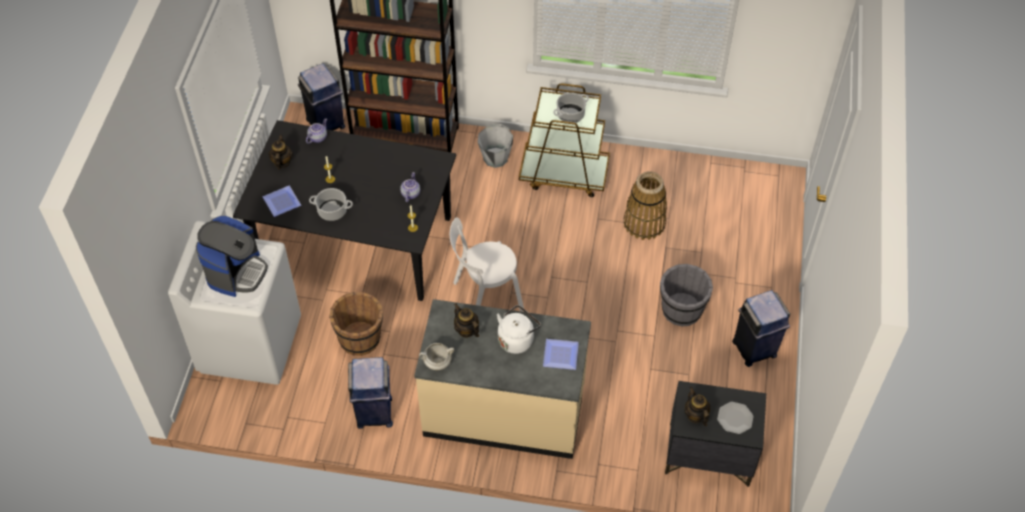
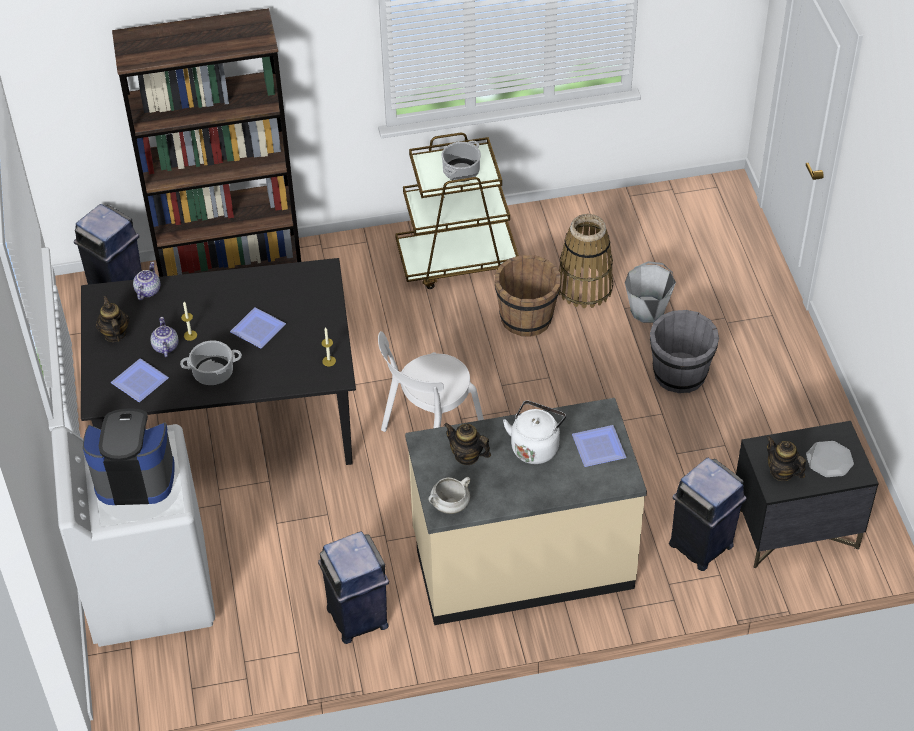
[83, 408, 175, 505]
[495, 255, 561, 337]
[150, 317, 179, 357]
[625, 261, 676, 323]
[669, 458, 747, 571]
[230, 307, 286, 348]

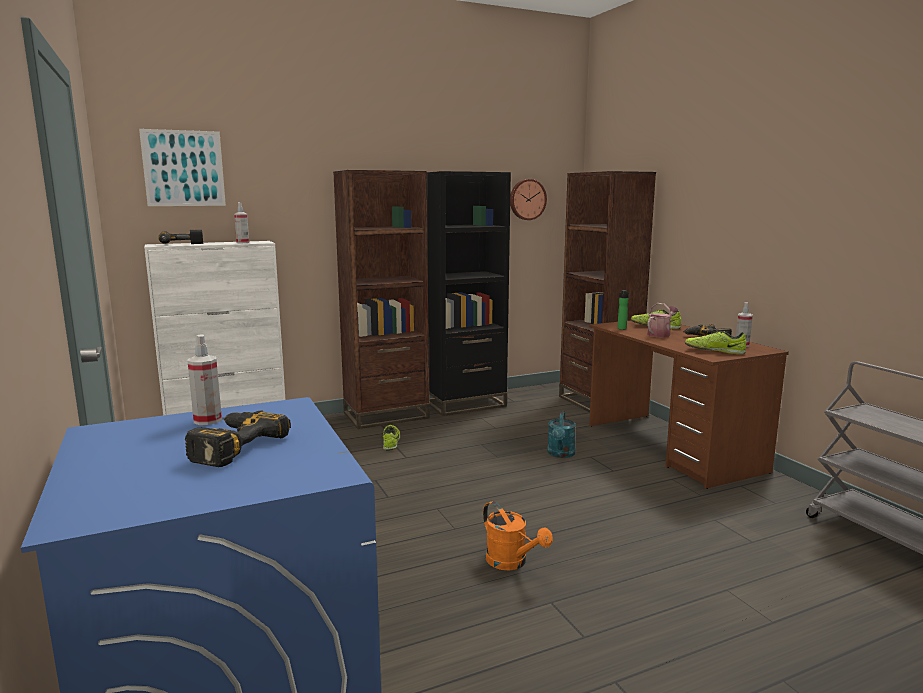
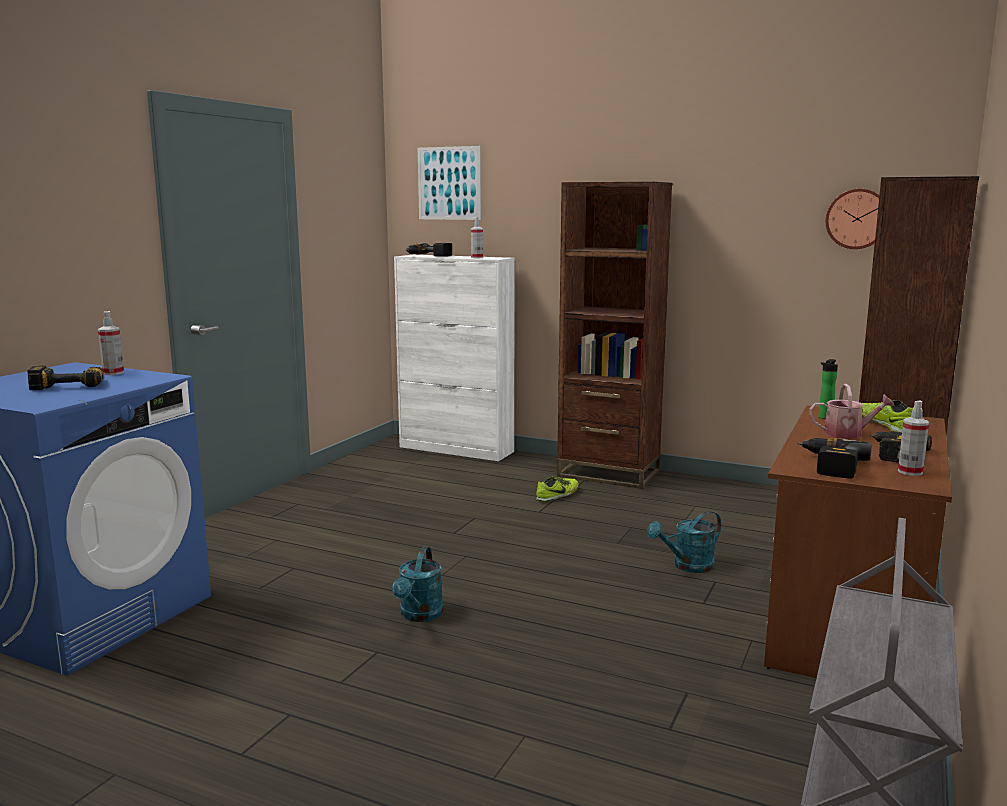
[427, 171, 511, 416] (first image)
[392, 547, 444, 622]
[797, 438, 872, 478]

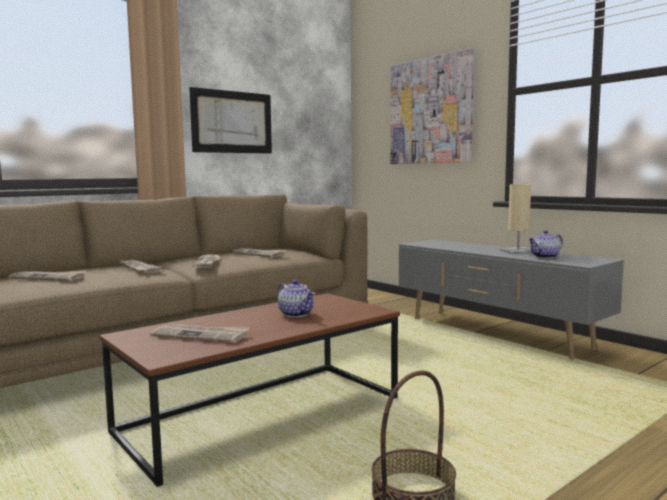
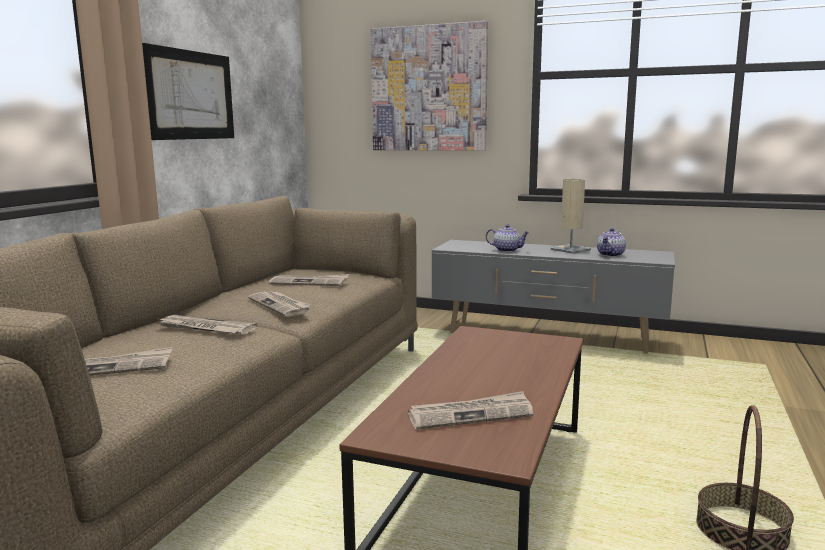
[486, 224, 530, 252]

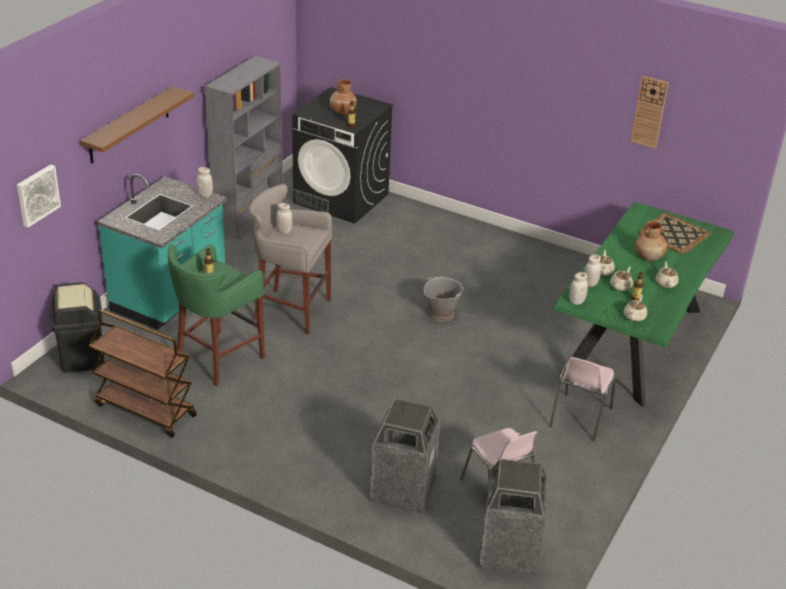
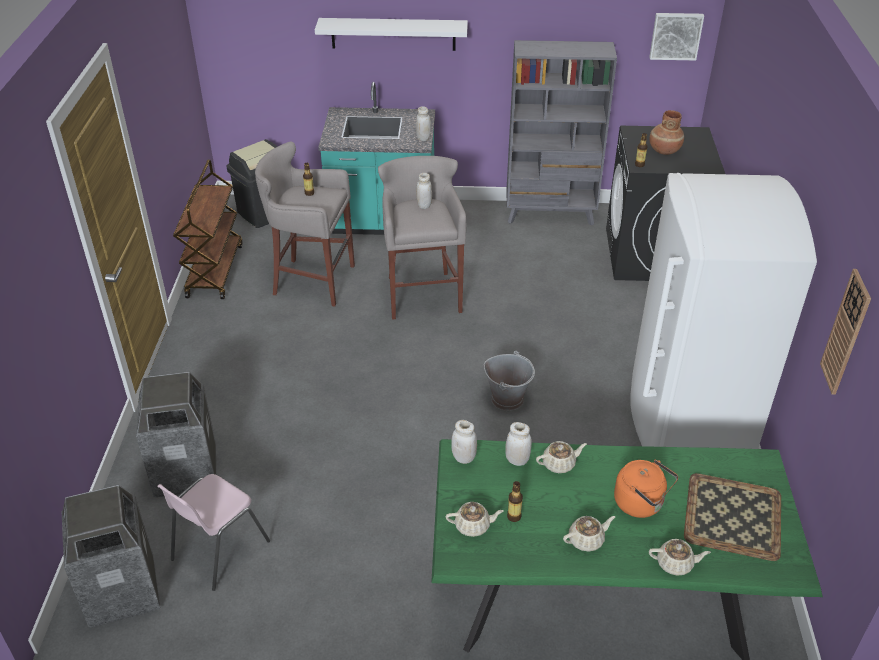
[650, 13, 704, 61]
[315, 18, 468, 51]
[255, 141, 355, 306]
[549, 357, 616, 441] (first image)
[649, 539, 711, 576]
[614, 460, 678, 518]
[631, 173, 817, 449]

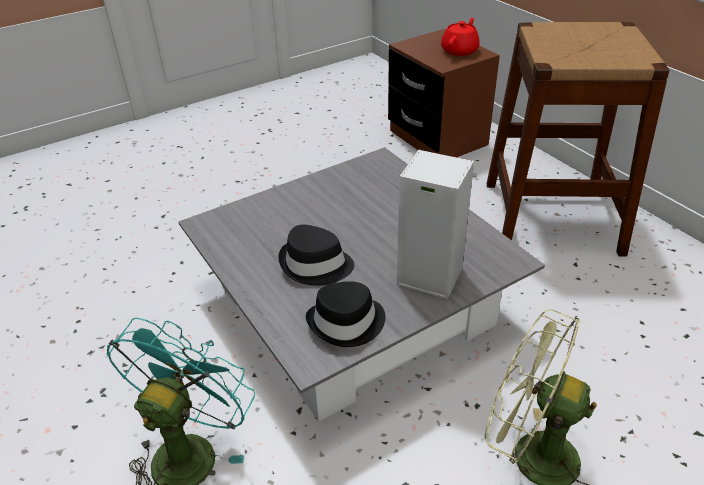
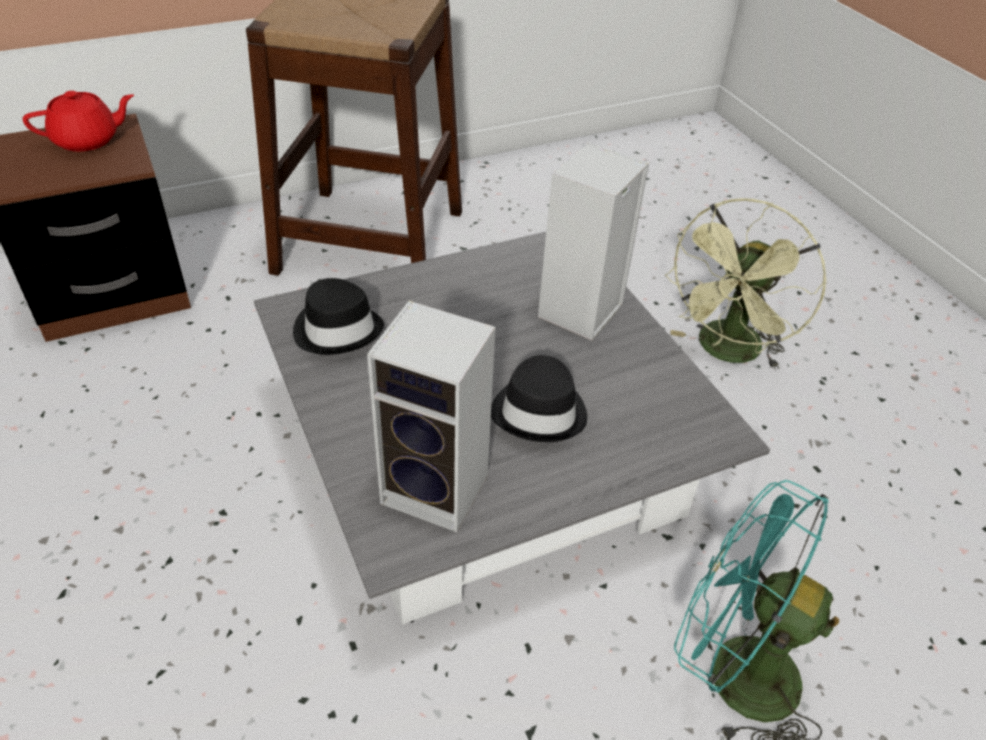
[293, 278, 384, 355]
[23, 91, 134, 152]
[367, 301, 496, 532]

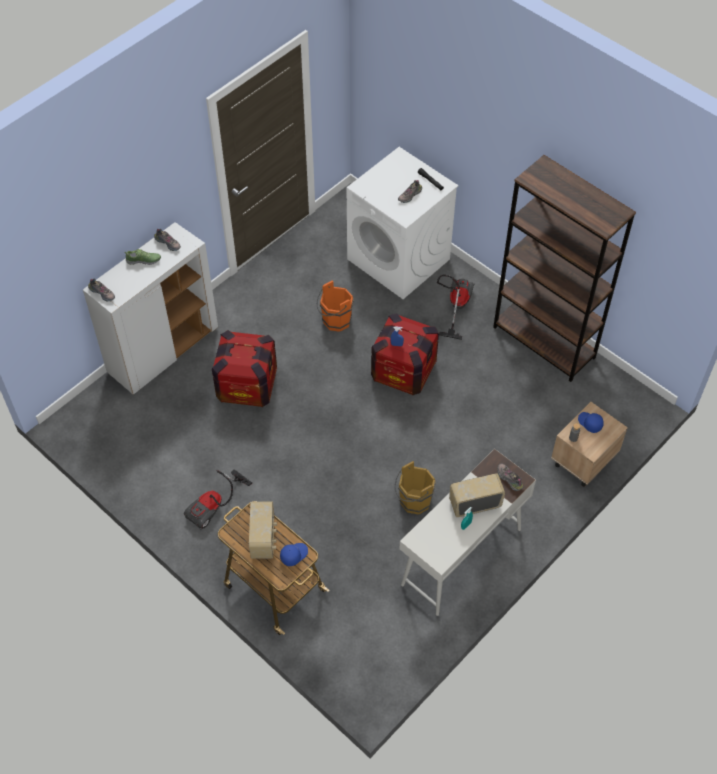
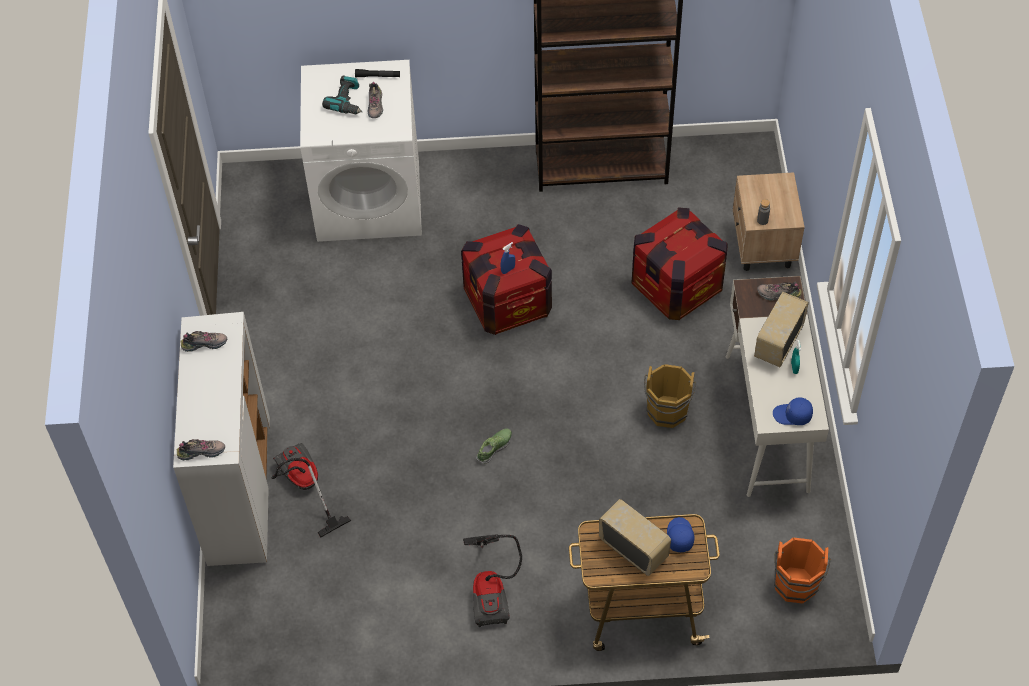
[476, 428, 512, 464]
[631, 207, 728, 320]
[774, 538, 831, 603]
[271, 443, 351, 538]
[773, 397, 813, 425]
[322, 76, 363, 115]

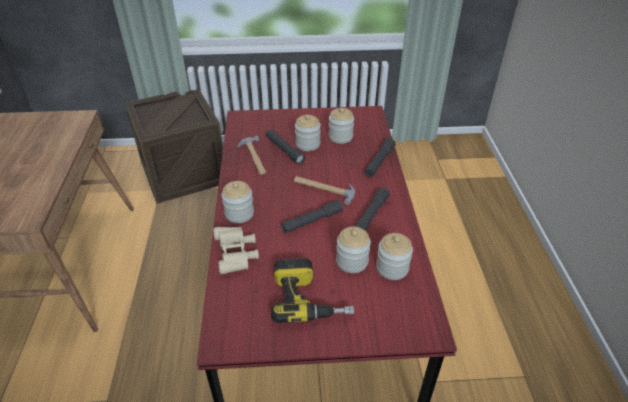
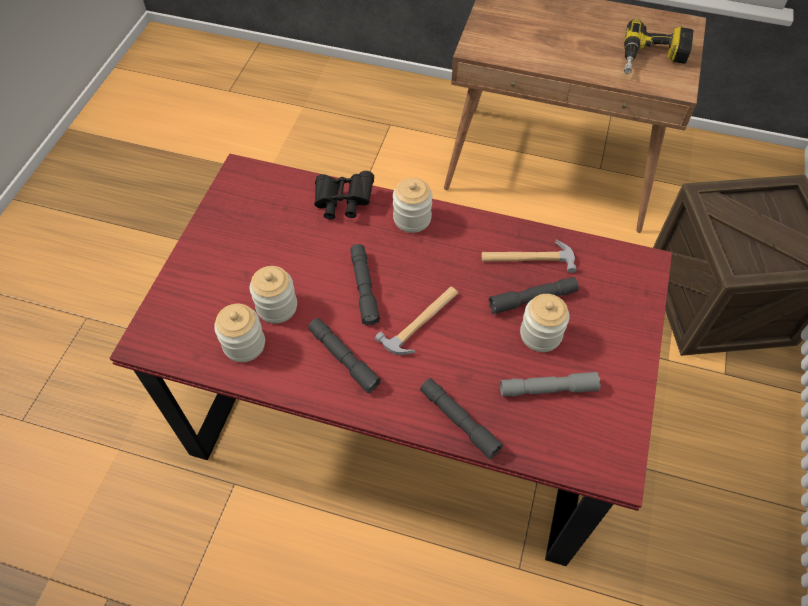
[314, 171, 374, 219]
[624, 19, 694, 74]
[500, 372, 601, 396]

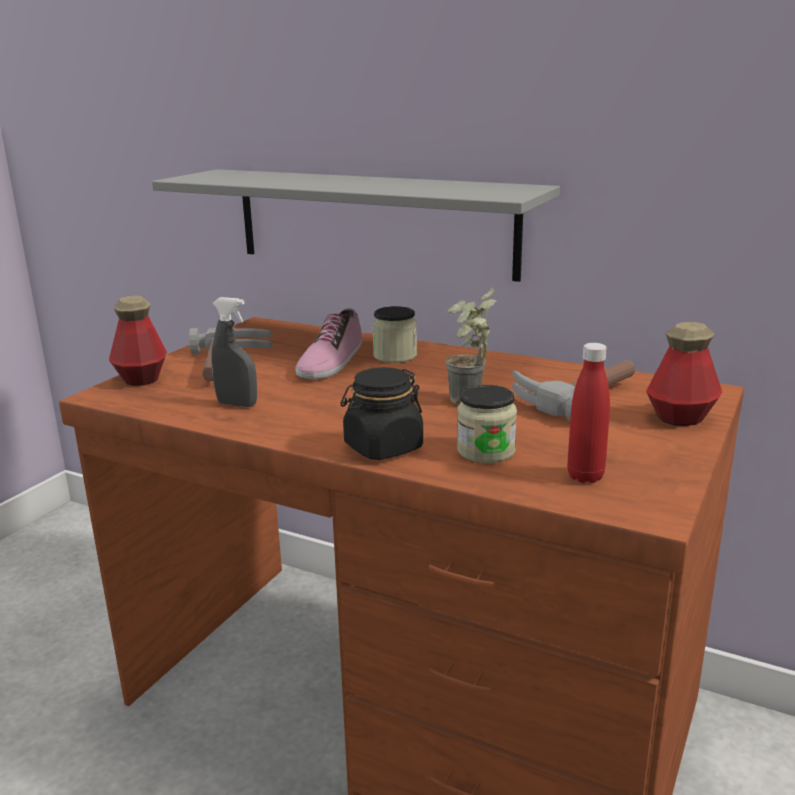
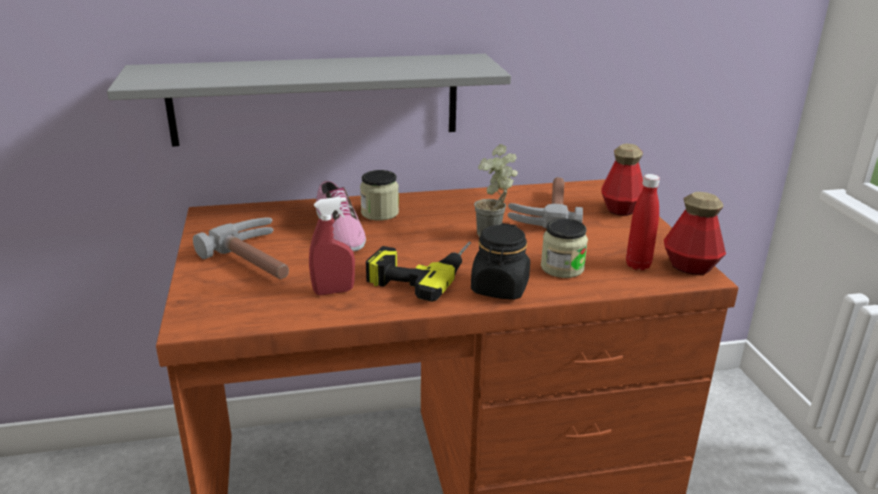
[664, 192, 726, 275]
[309, 197, 355, 295]
[366, 241, 471, 302]

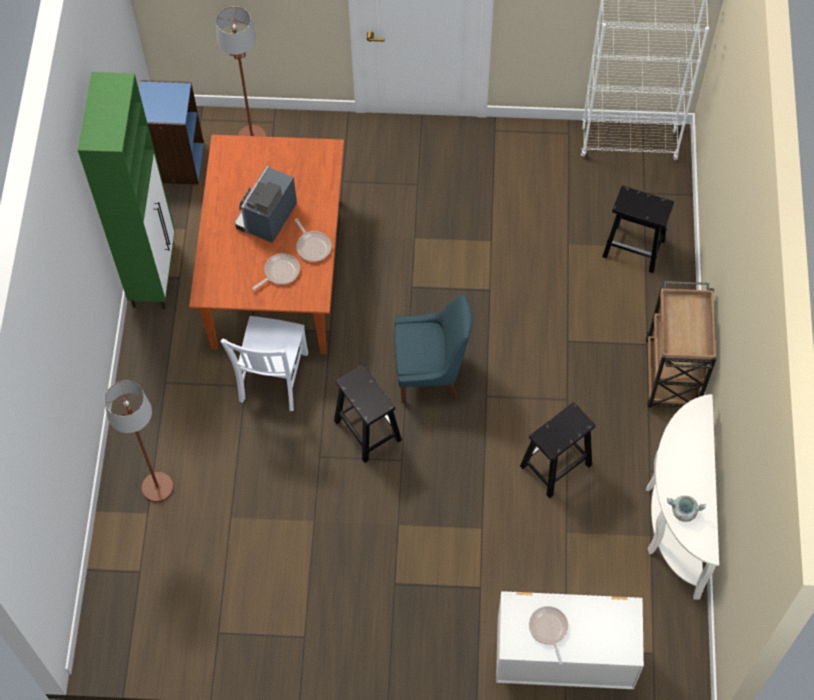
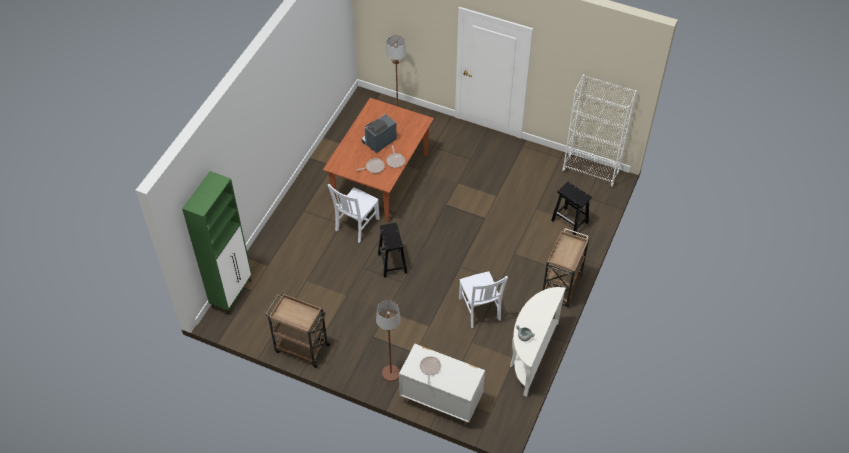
[182, 171, 252, 315]
[376, 300, 401, 382]
[139, 80, 204, 185] (first image)
[394, 294, 473, 403] (first image)
[459, 271, 508, 328]
[265, 293, 331, 368]

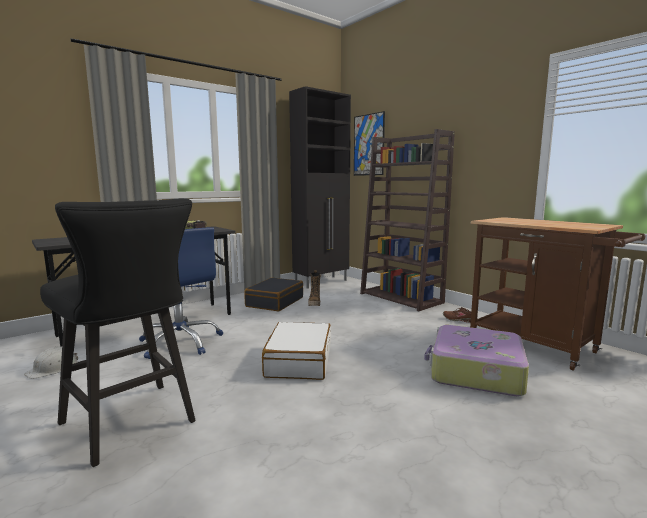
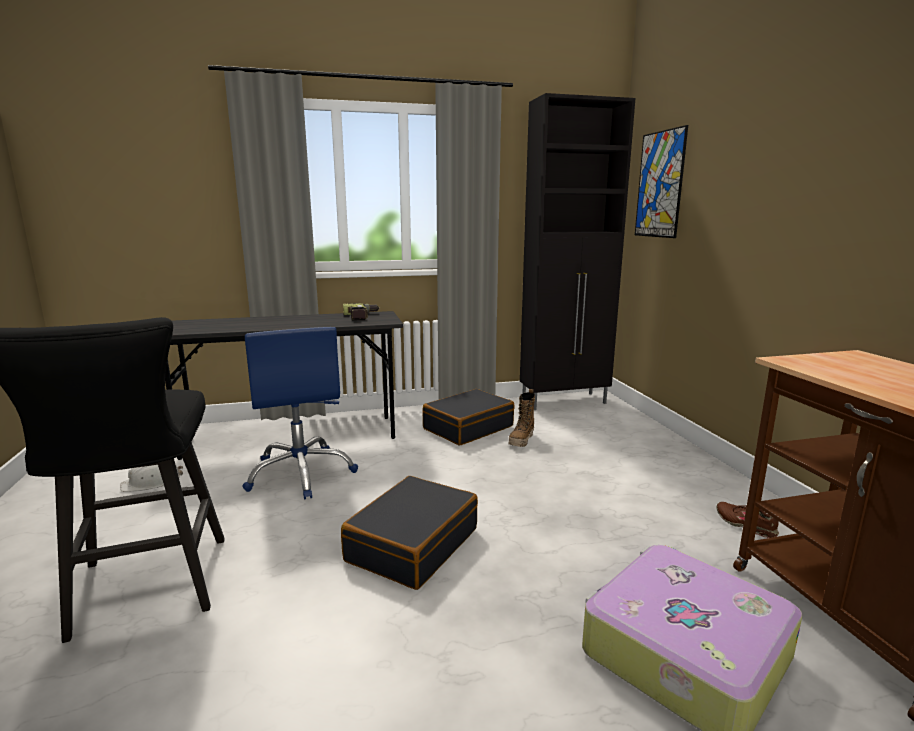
[341, 476, 478, 590]
[360, 129, 455, 311] (first image)

